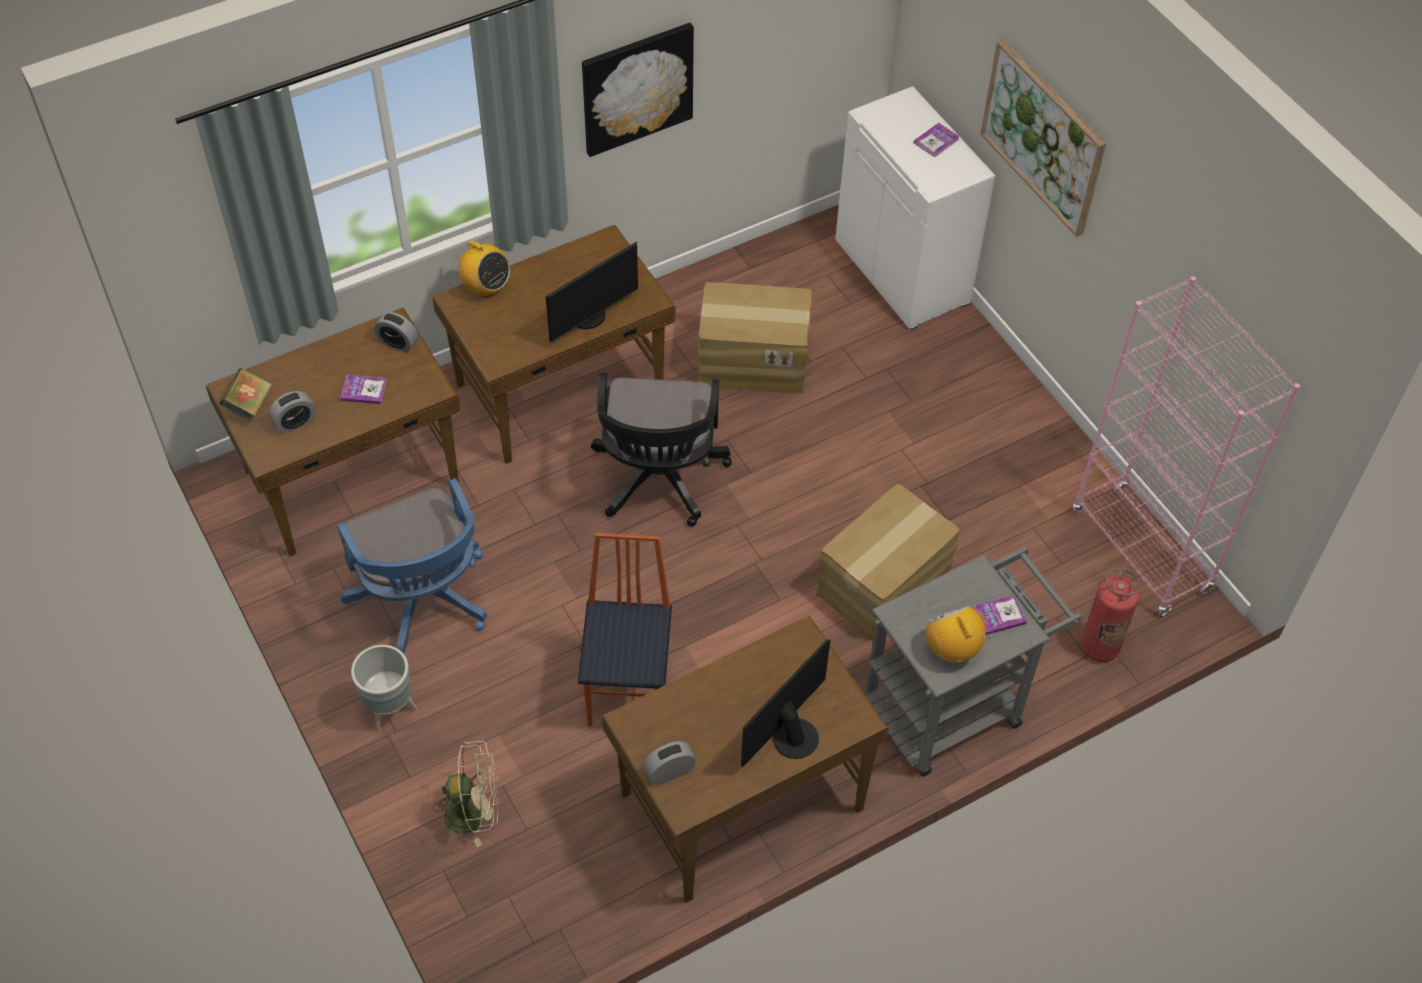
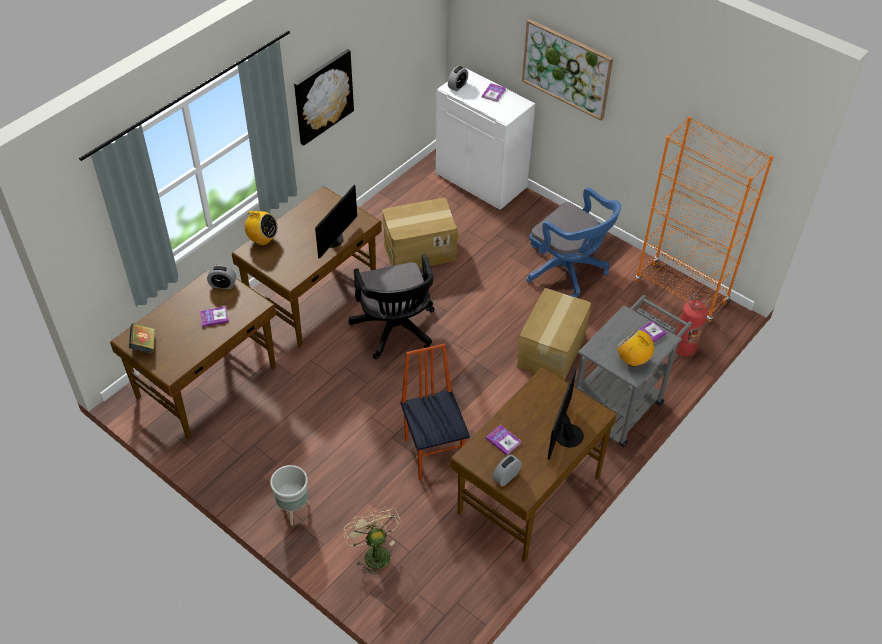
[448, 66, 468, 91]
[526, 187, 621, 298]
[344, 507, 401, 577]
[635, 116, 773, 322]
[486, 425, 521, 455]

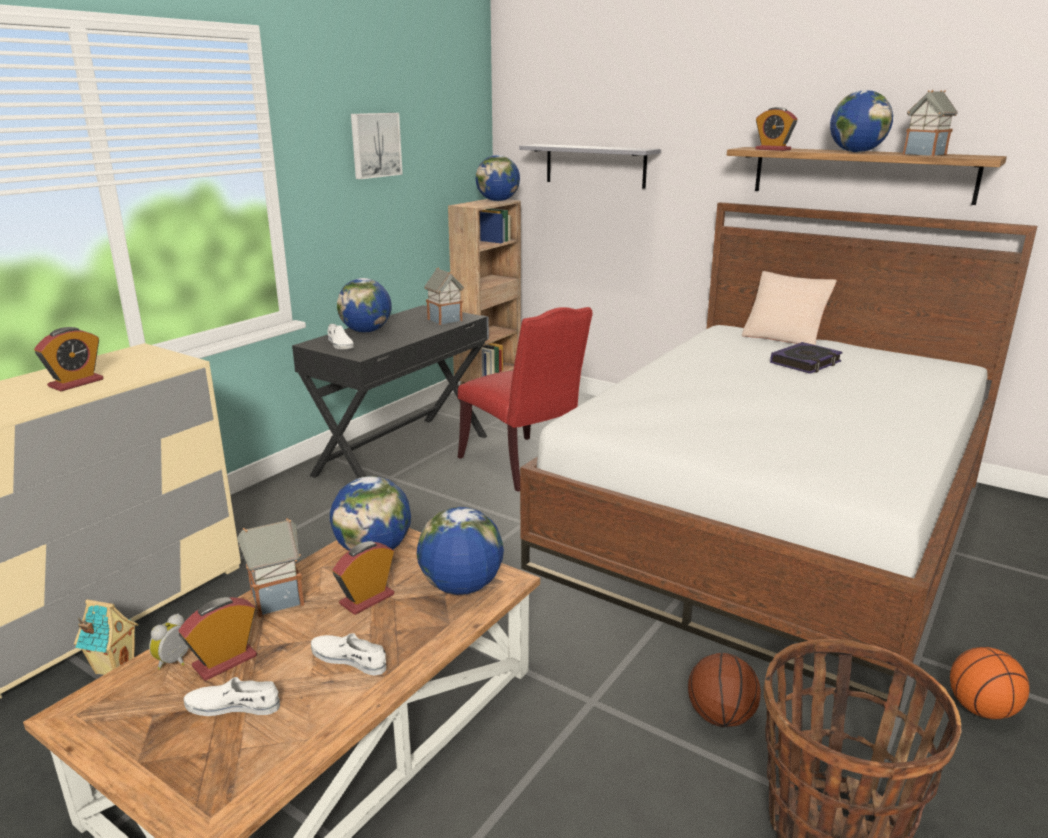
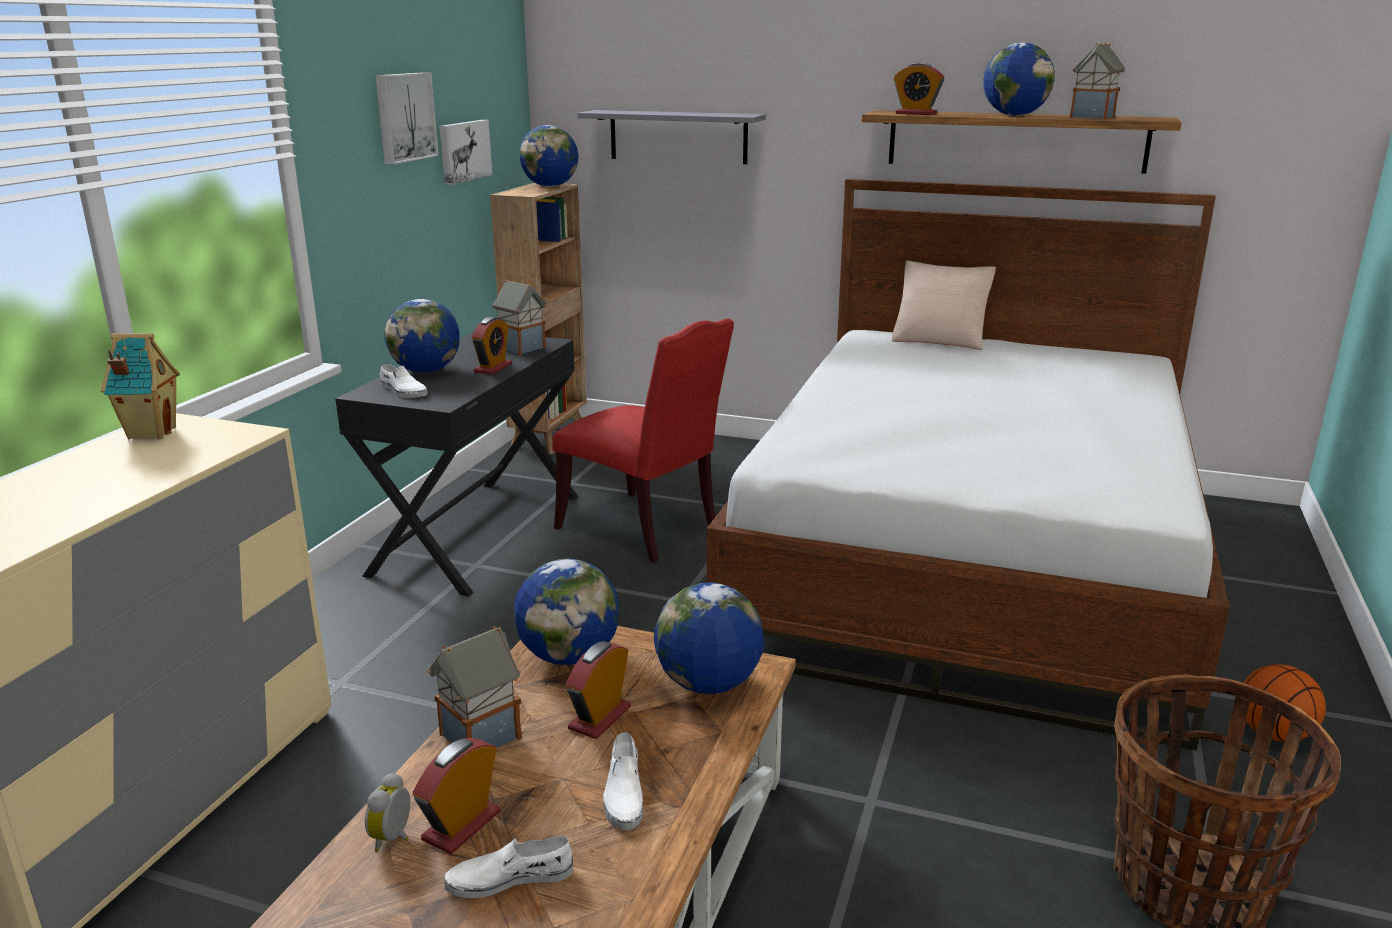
[472, 317, 512, 375]
[101, 333, 180, 439]
[603, 732, 643, 830]
[688, 653, 761, 727] (first image)
[770, 342, 843, 374] (first image)
[439, 120, 492, 185]

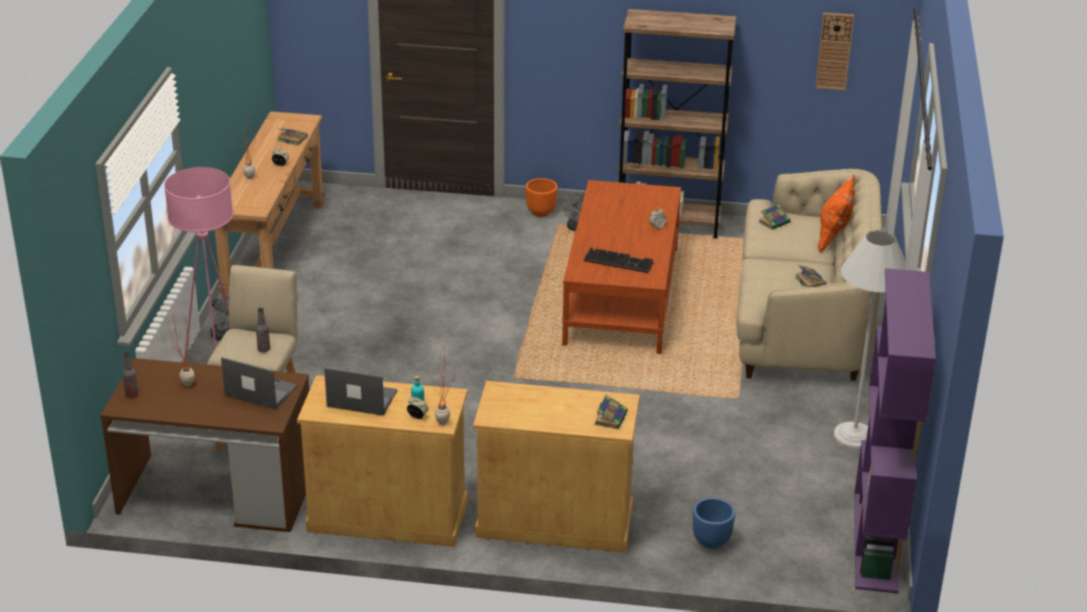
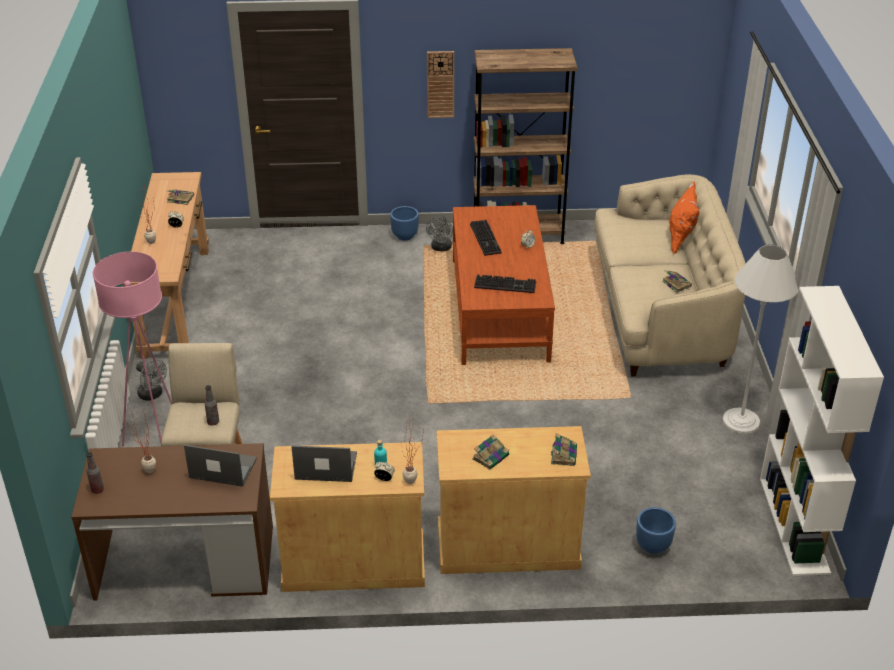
[390, 206, 419, 241]
[472, 434, 509, 470]
[427, 51, 454, 118]
[760, 286, 884, 576]
[470, 220, 502, 256]

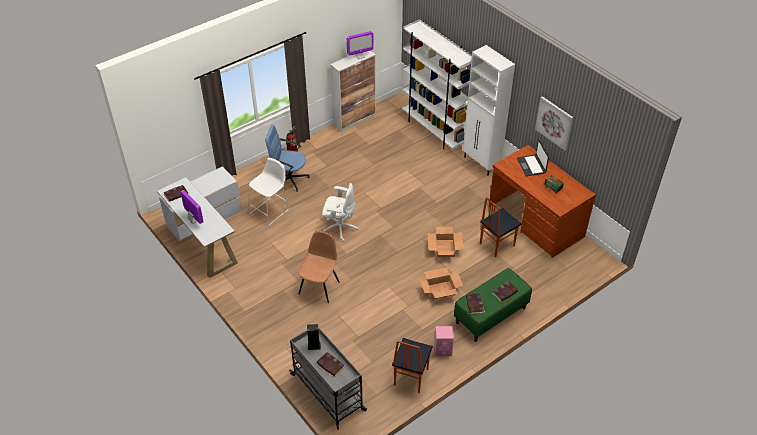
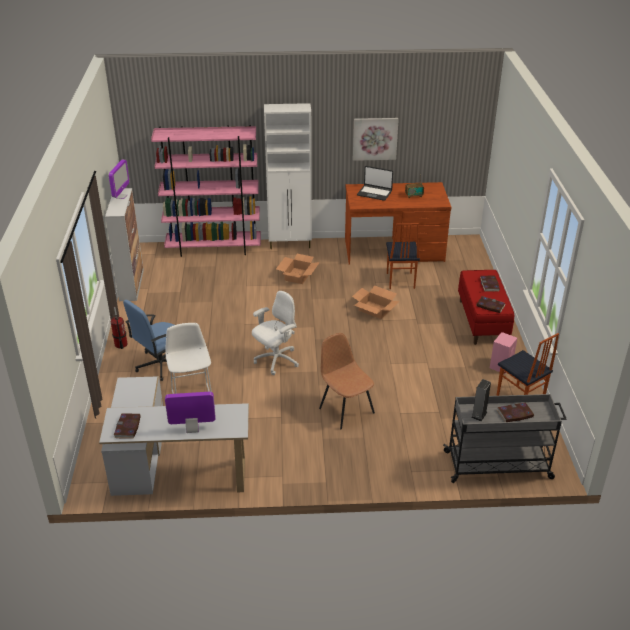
[151, 125, 261, 257]
[276, 254, 320, 284]
[458, 270, 514, 345]

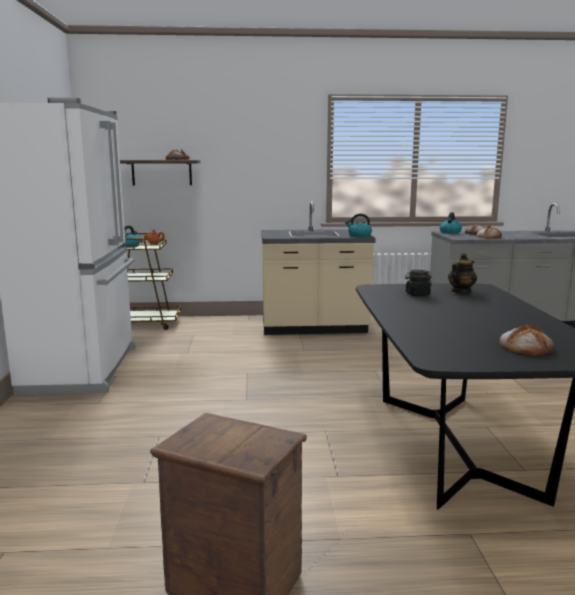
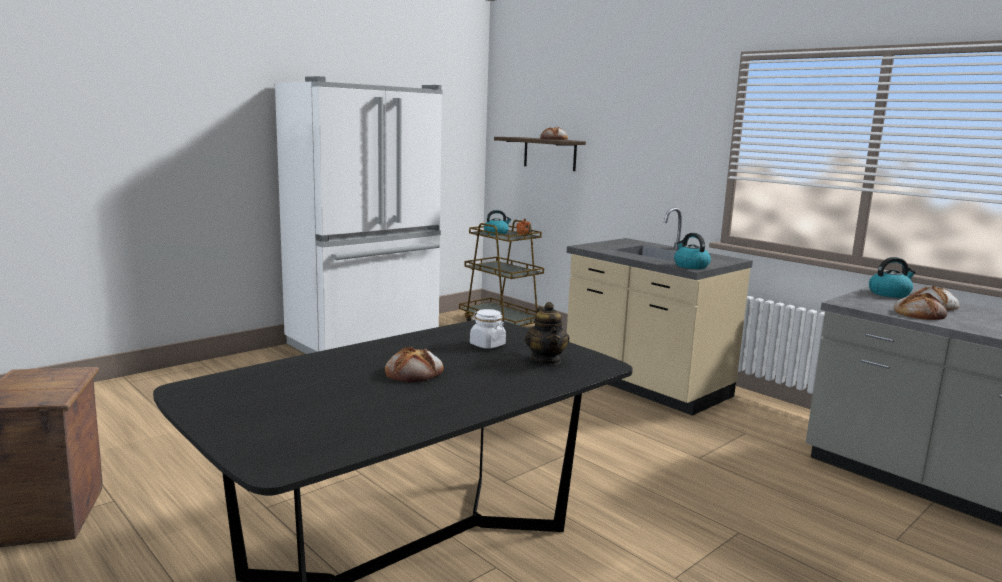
[470, 309, 506, 349]
[525, 302, 570, 365]
[385, 346, 443, 382]

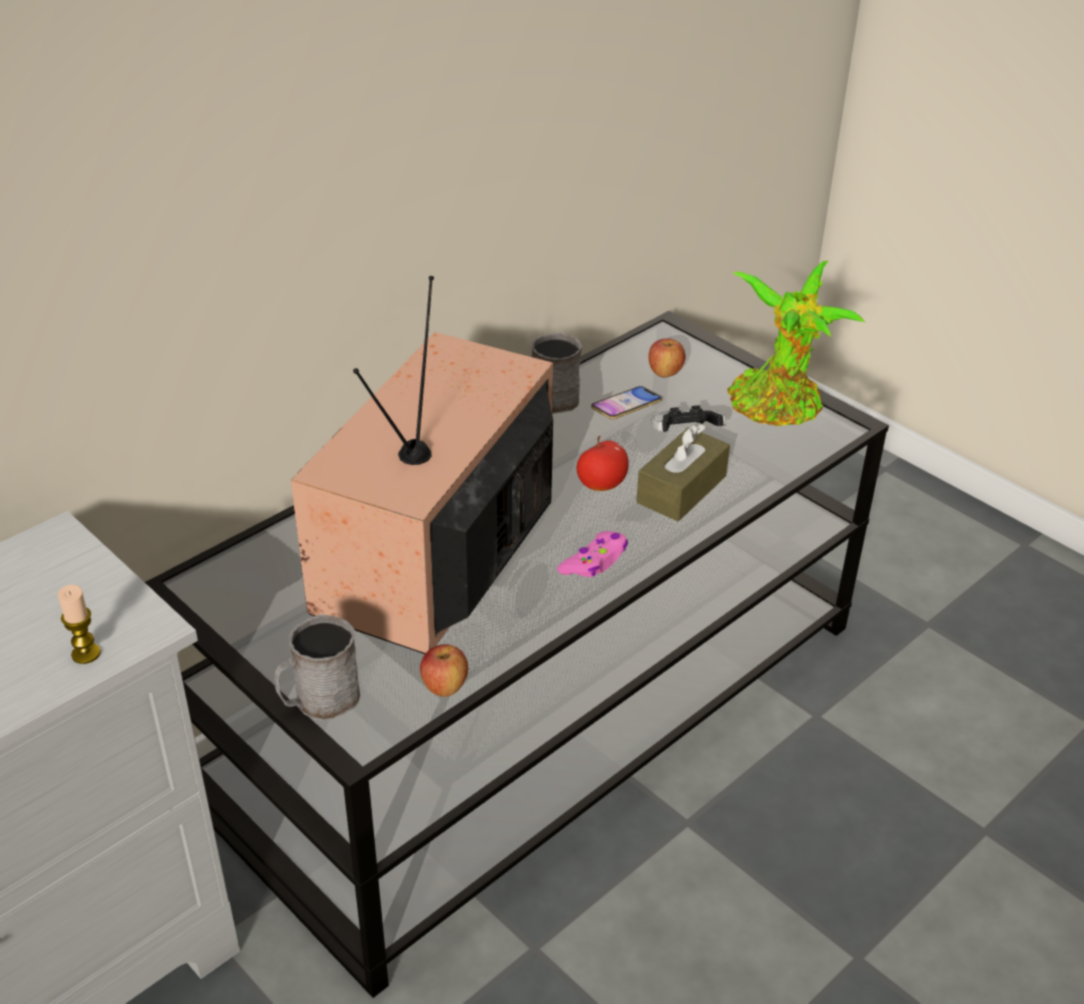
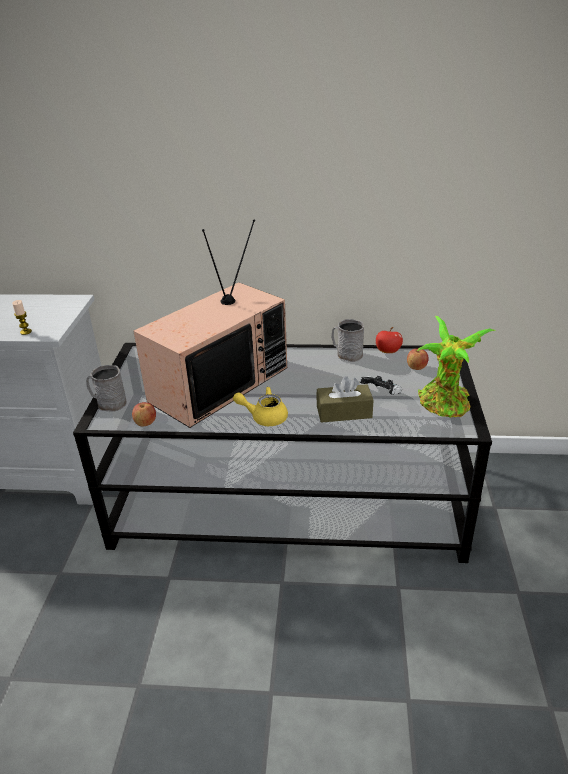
[133, 220, 287, 428]
[233, 387, 288, 426]
[376, 327, 403, 353]
[591, 386, 662, 419] (first image)

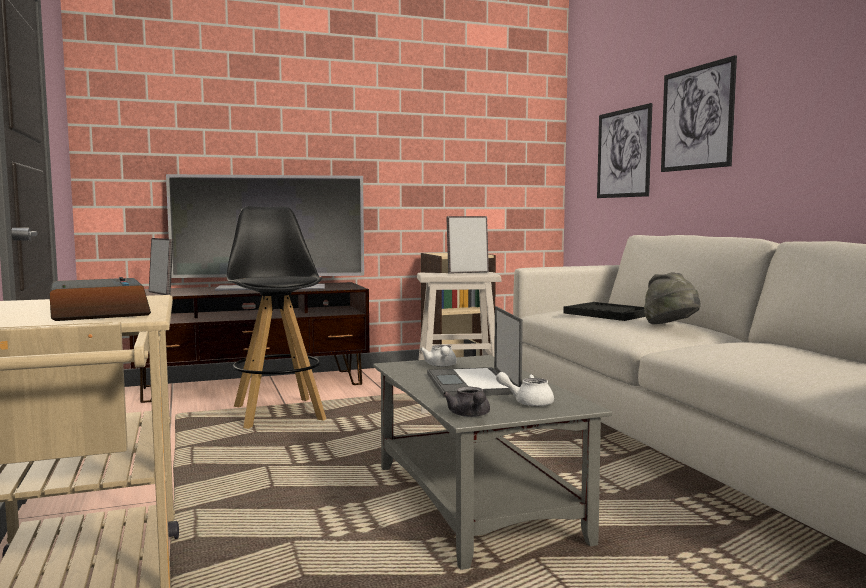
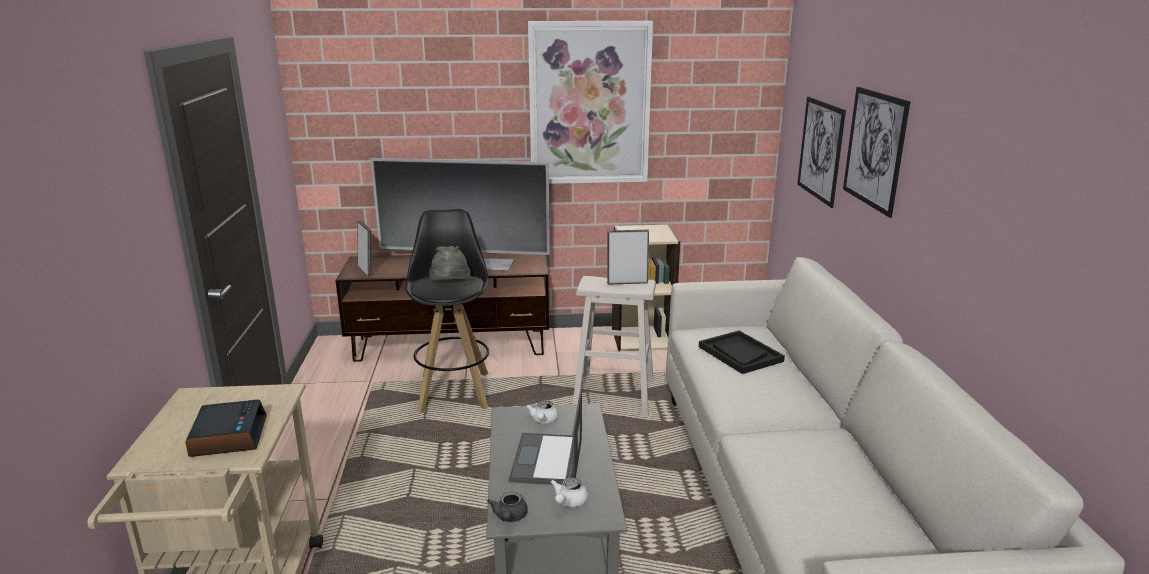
[551, 478, 588, 507]
[429, 246, 471, 283]
[528, 21, 653, 184]

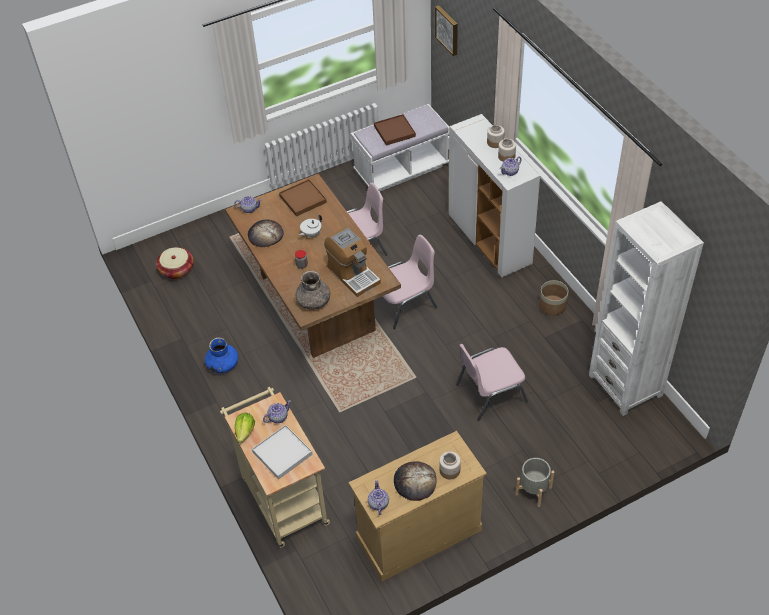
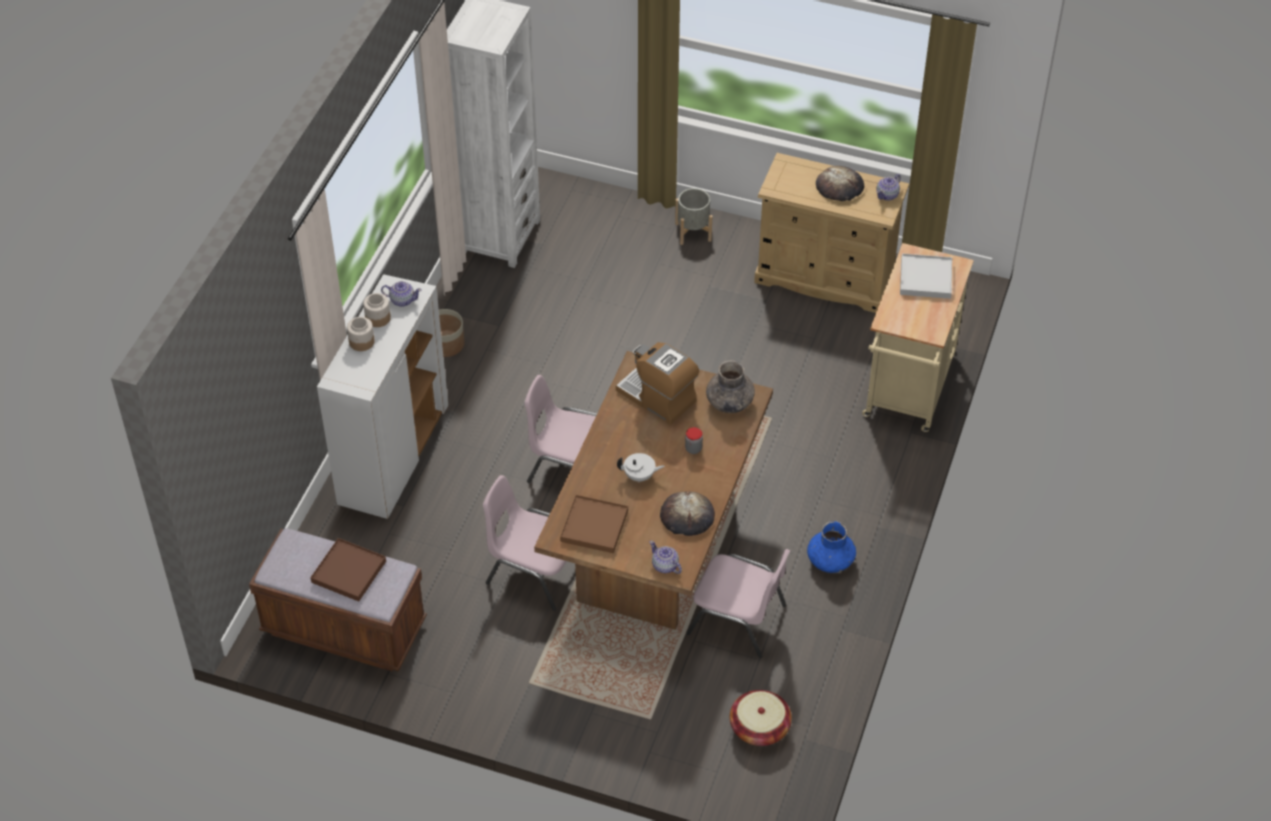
[235, 413, 255, 443] (first image)
[263, 400, 291, 423] (first image)
[616, 342, 699, 425]
[249, 528, 427, 671]
[435, 5, 458, 56] (first image)
[439, 451, 461, 479] (first image)
[686, 549, 790, 658]

